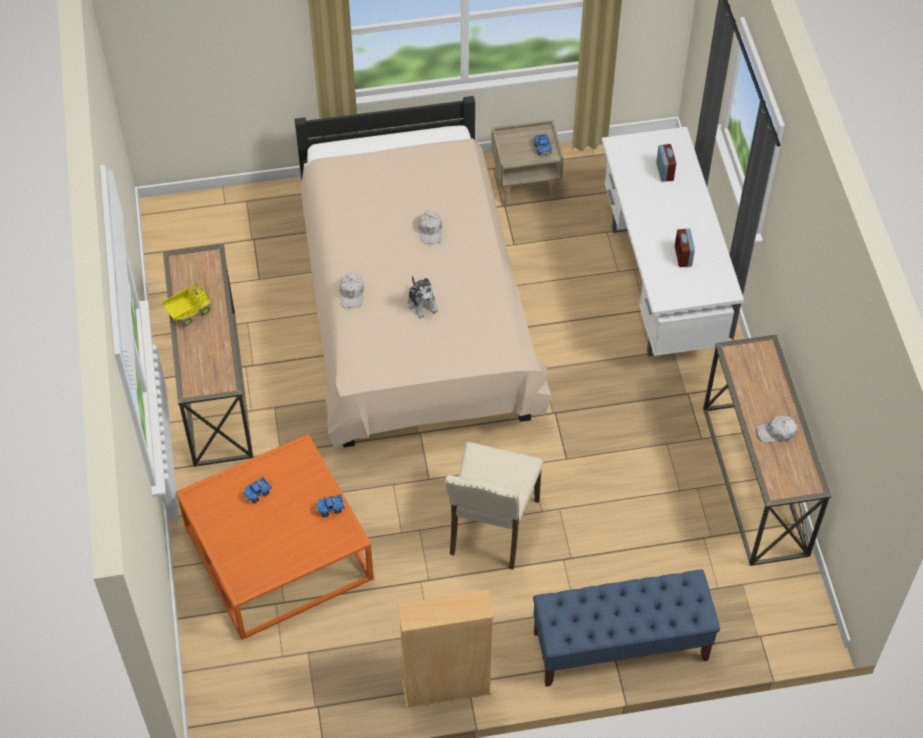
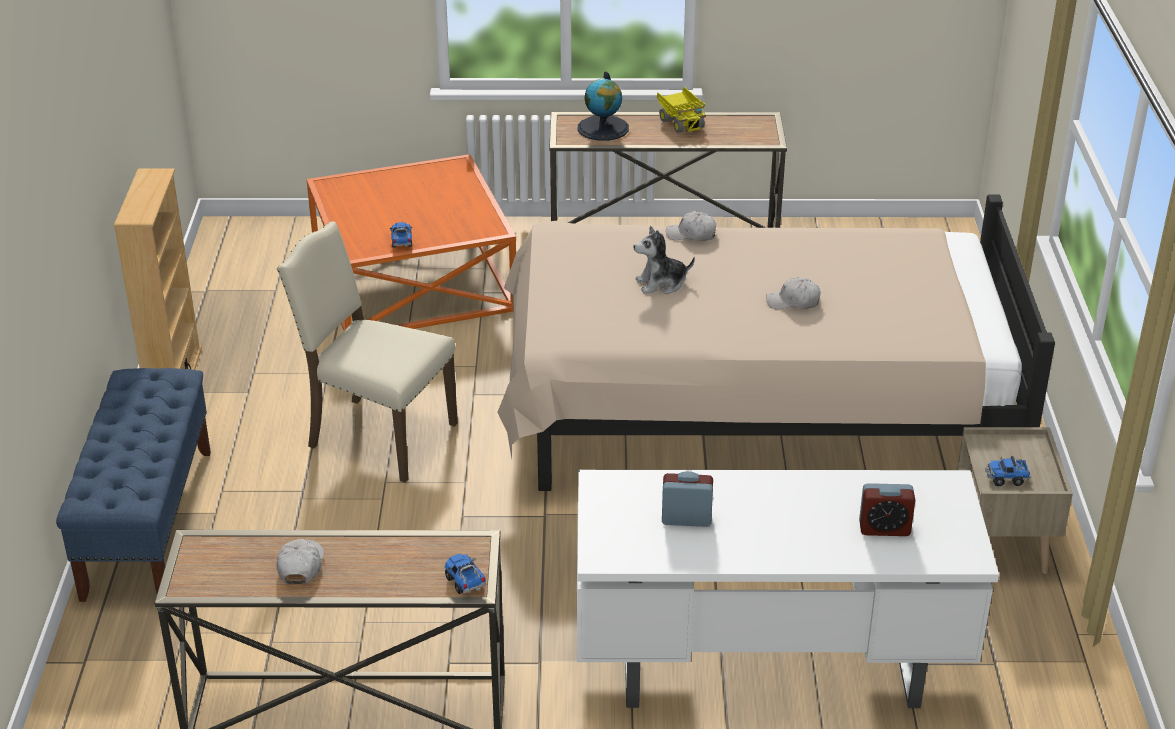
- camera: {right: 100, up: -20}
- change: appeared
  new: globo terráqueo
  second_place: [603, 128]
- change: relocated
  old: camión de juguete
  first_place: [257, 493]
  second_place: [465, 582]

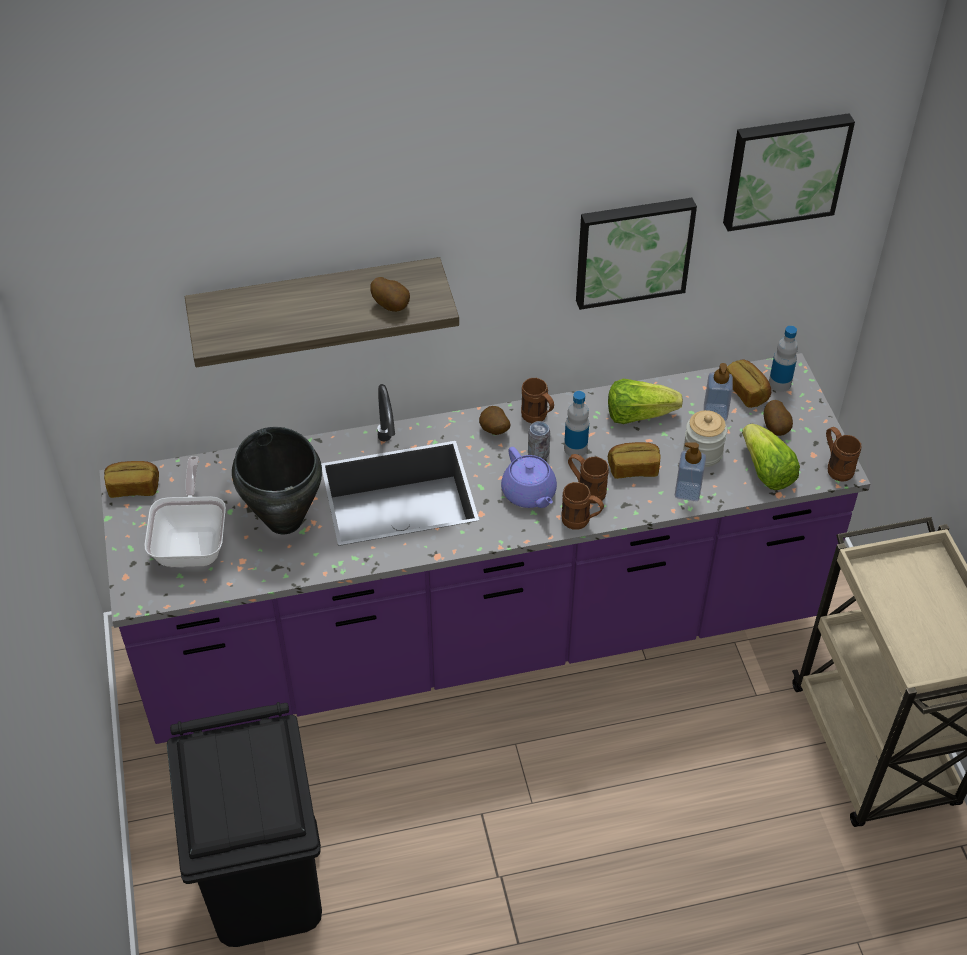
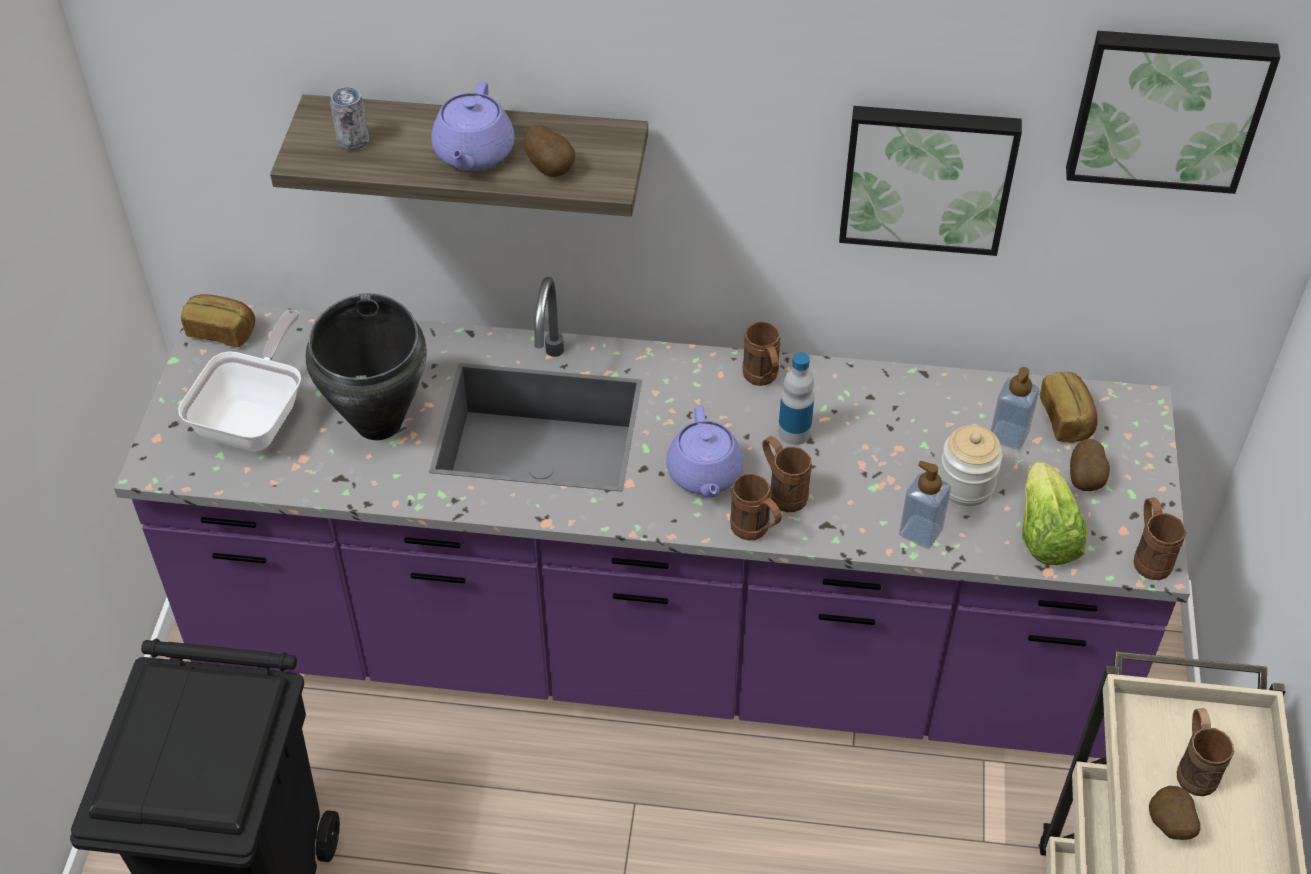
- camera: {right: 20, up: 0}
- change: missing
  old: lechuga
  first_place: [638, 414]
- change: missing
  old: pan
  first_place: [633, 468]
- change: missing
  old: botella
  first_place: [779, 383]
- change: appeared
  new: tetera (morado)
  second_place: [473, 154]
- change: appeared
  new: taza grande (marrón)
  second_place: [1194, 768]
- change: relocated
  old: patata
  first_place: [494, 431]
  second_place: [1168, 826]
- change: relocated
  old: lata
  first_place: [538, 453]
  second_place: [353, 141]

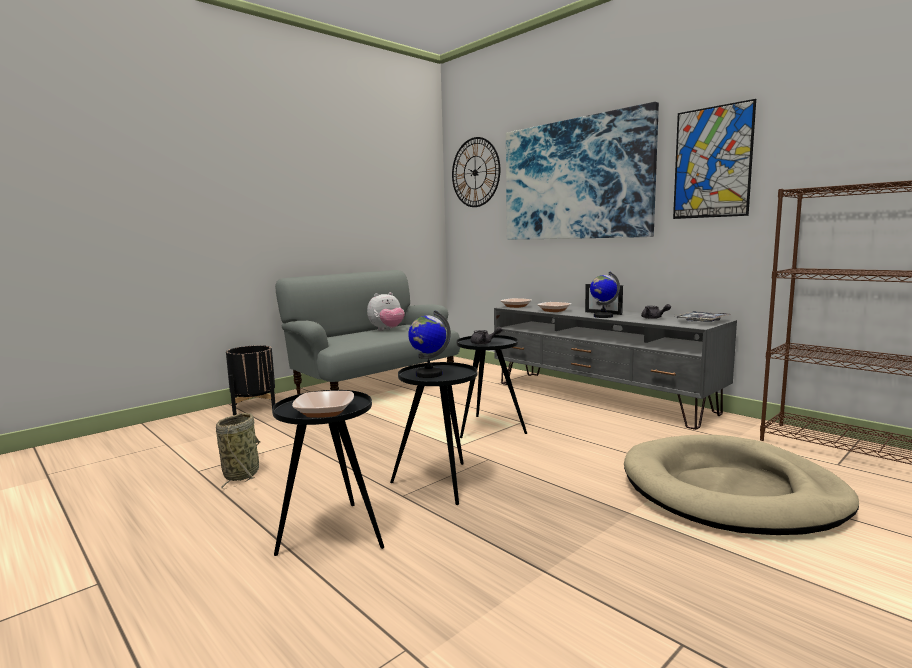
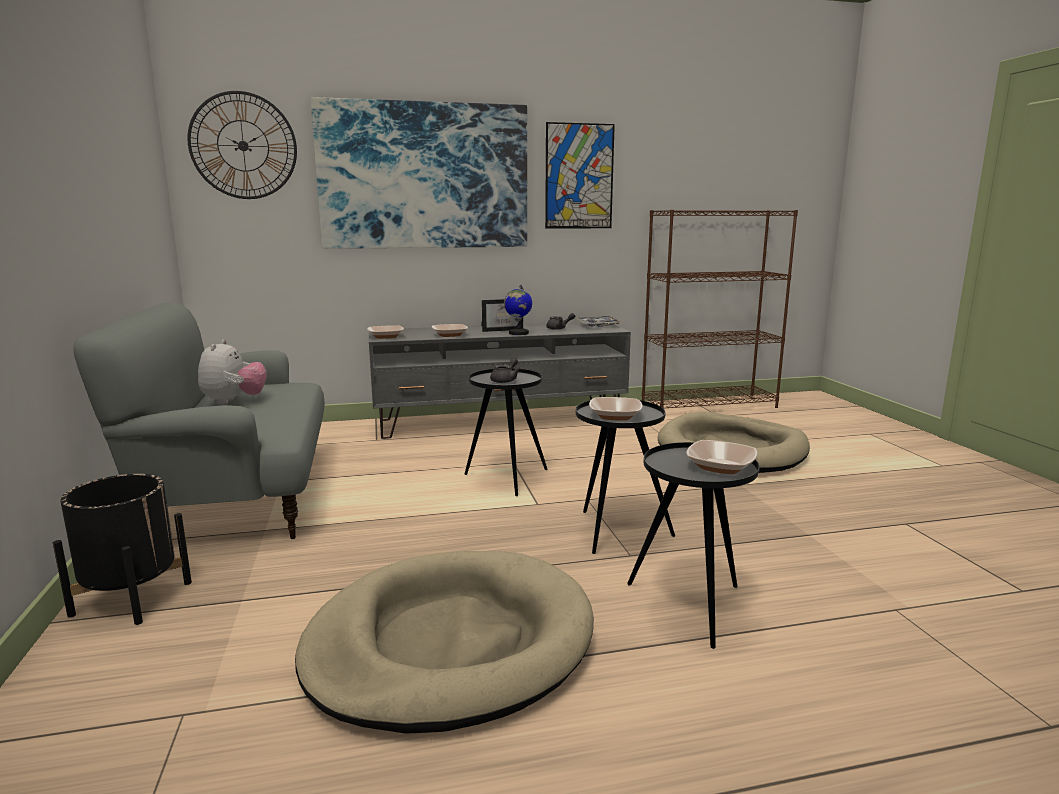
- camera: {right: -60, up: 5}
- change: exchanged
  old: cesta
  new: cama para perro (beis)
  first_place: [242, 474]
  second_place: [450, 644]
- change: exchanged
  old: globo terráqueo
  new: cuenco
  first_place: [428, 374]
  second_place: [615, 416]

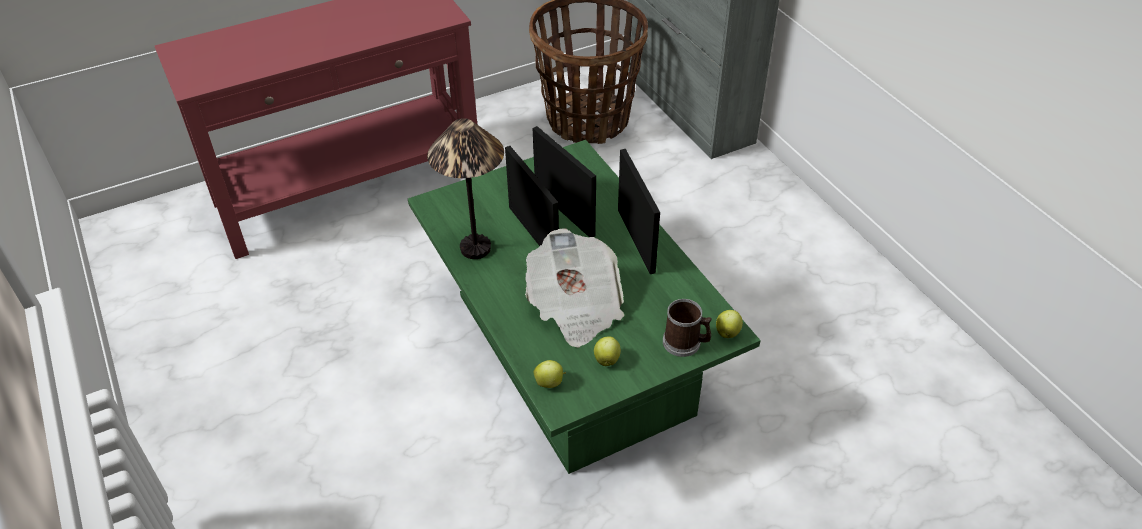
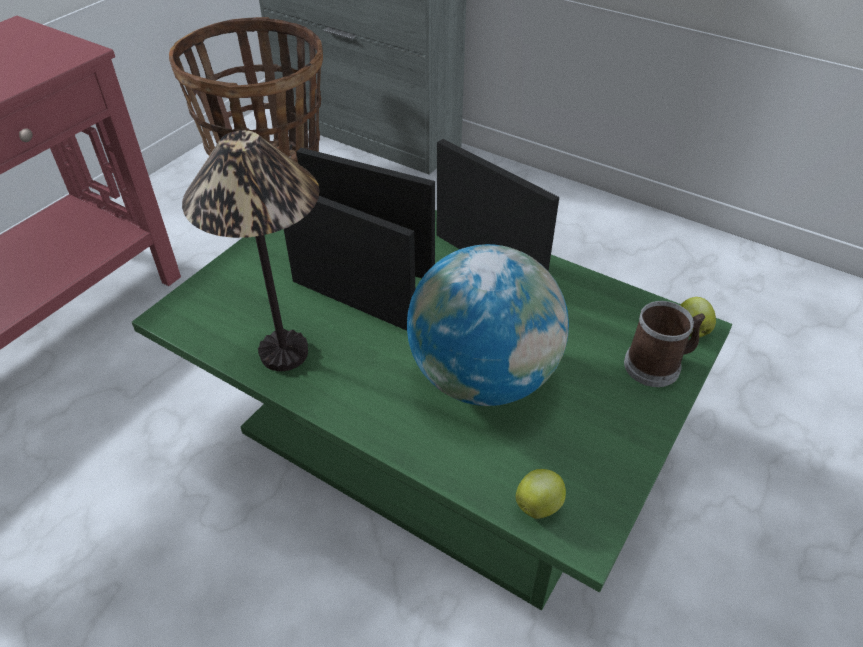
- camera: {right: -30, up: 0}
- change: missing
  old: manzana
  first_place: [606, 359]
- change: exchanged
  old: periódico
  new: globo terráqueo
  first_place: [575, 307]
  second_place: [483, 377]

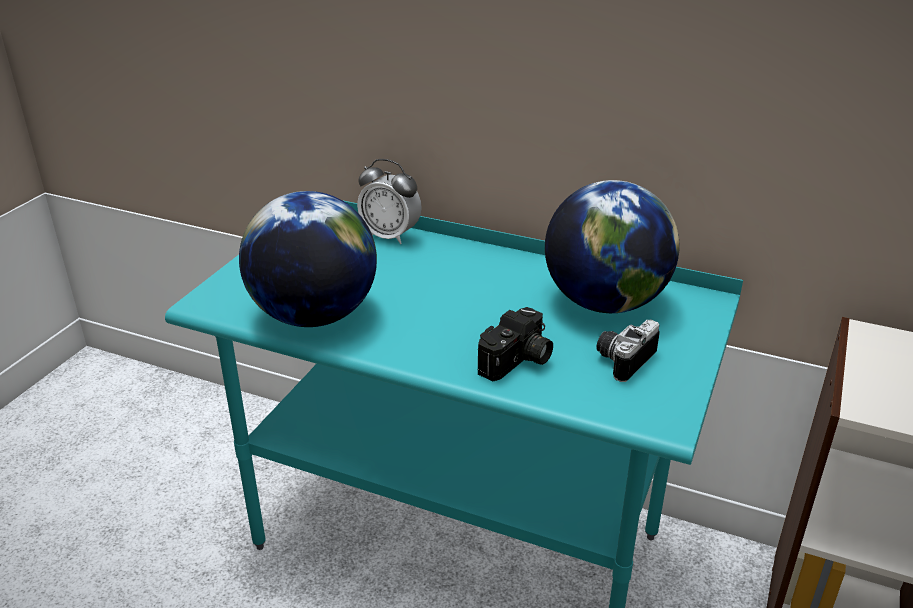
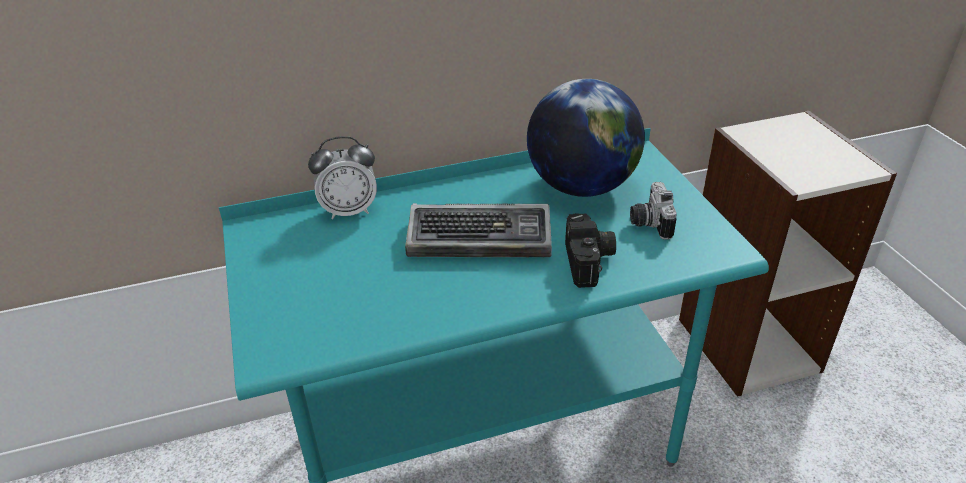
- camera: {right: -40, up: 5}
- change: missing
  old: globo terráqueo
  first_place: [314, 316]
- change: appeared
  new: teclado
  second_place: [481, 238]

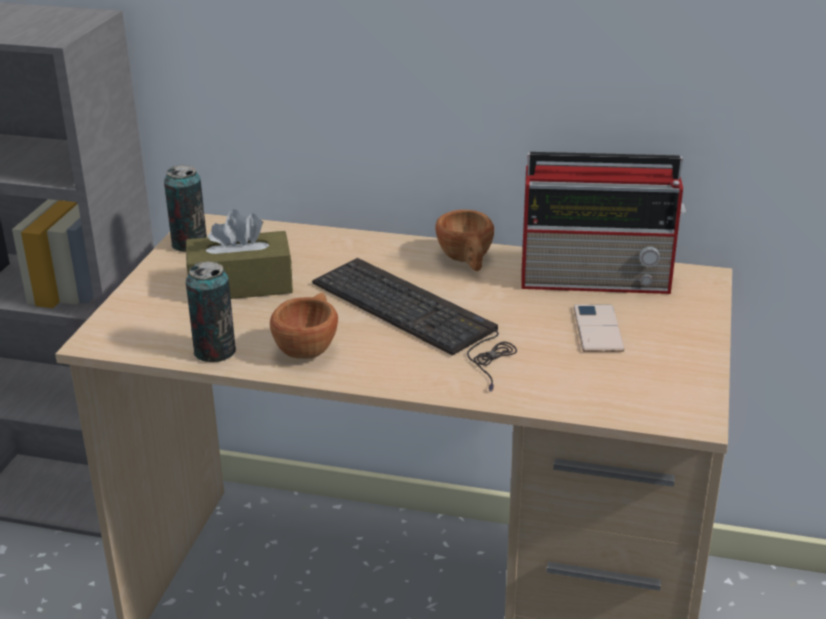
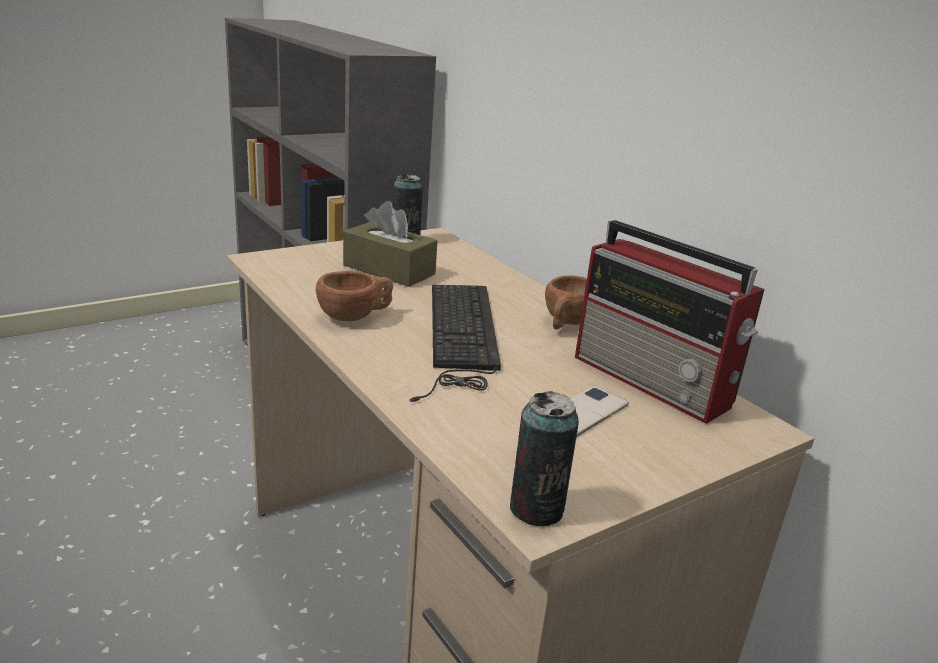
- camera: {right: 40, up: -5}
- change: relocated
  old: lata
  first_place: [214, 352]
  second_place: [536, 509]

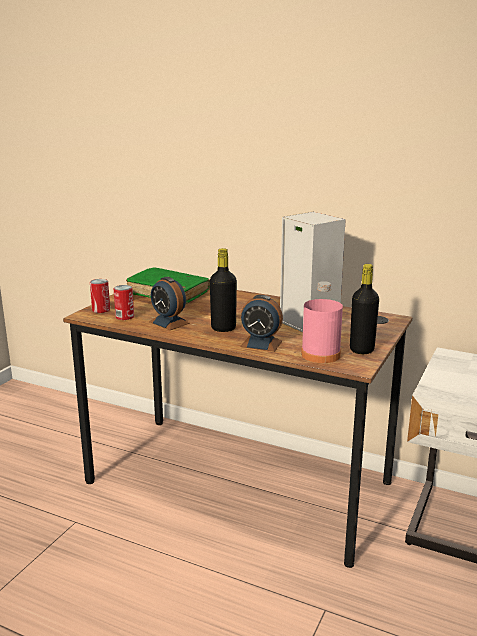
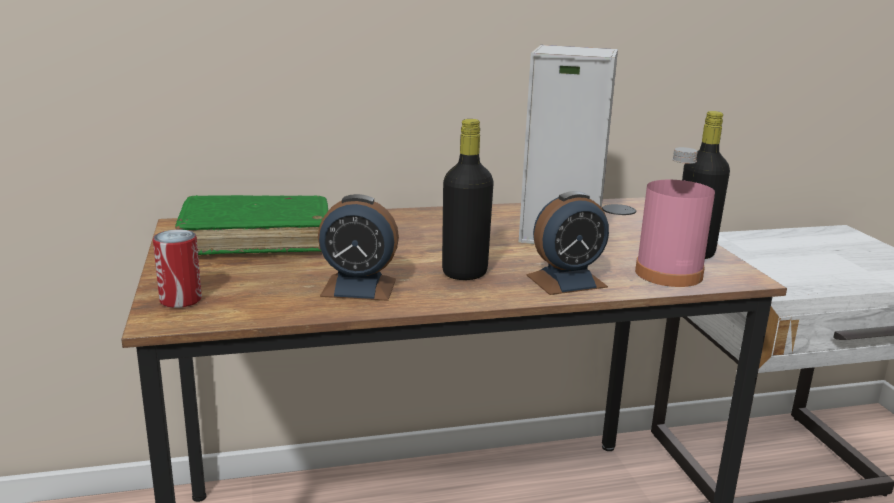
- camera: {right: -40, up: 0}
- change: missing
  old: lata
  first_place: [124, 317]

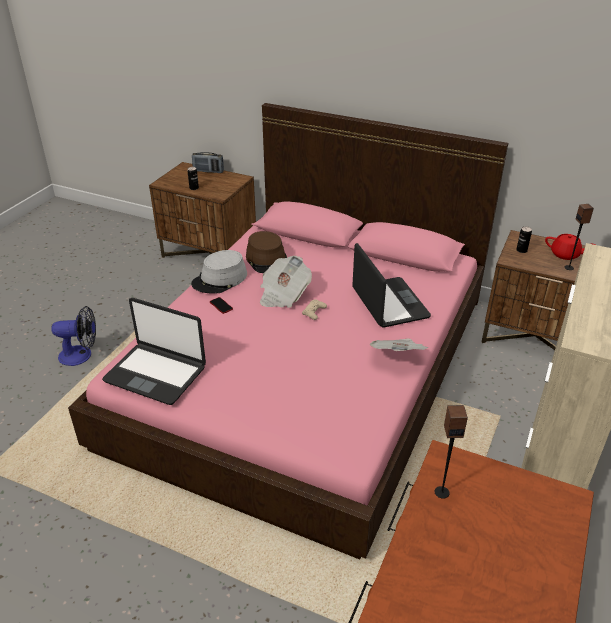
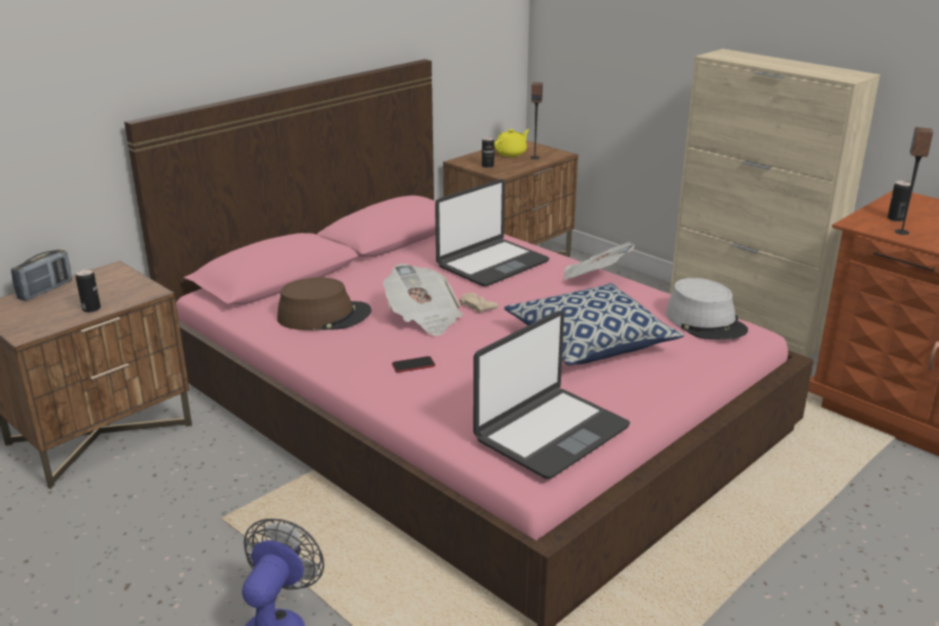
- camera: {right: -70, up: -10}
- change: appeared
  new: cojín
  second_place: [590, 342]
- change: appeared
  new: lata
  second_place: [896, 219]
- change: relocated
  old: sombrero (gris)
  first_place: [220, 279]
  second_place: [706, 322]
- change: colour
  old: tetera (rojo)
  new: tetera (amarillo)
  first_place: [565, 255]
  second_place: [511, 153]
- change: spun
  old: portátil
  first_place: [389, 303]
  second_place: [491, 264]
  degrees: 135

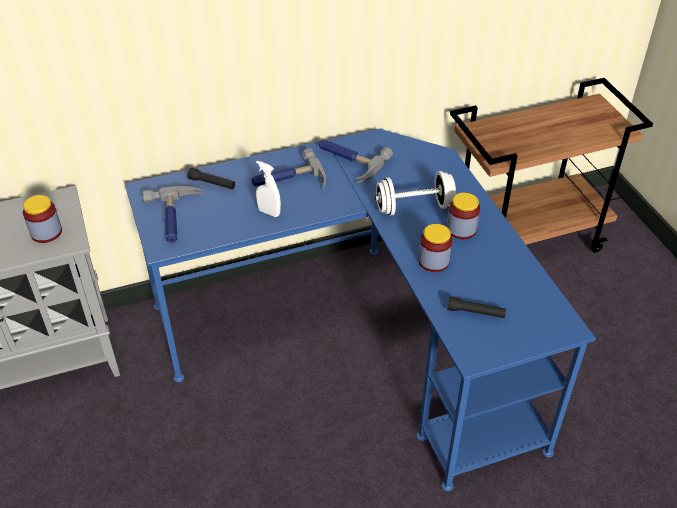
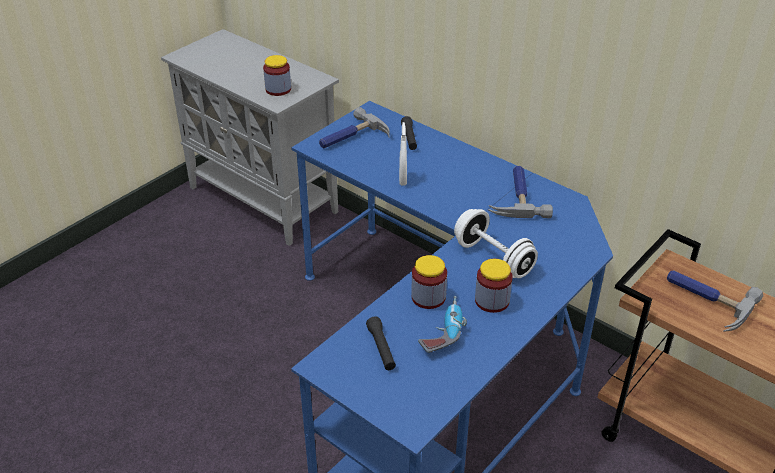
- camera: {right: 60, up: -5}
- change: appeared
  new: taladro
  second_place: [443, 331]
- change: relocated
  old: martillo
  first_place: [288, 180]
  second_place: [706, 300]

